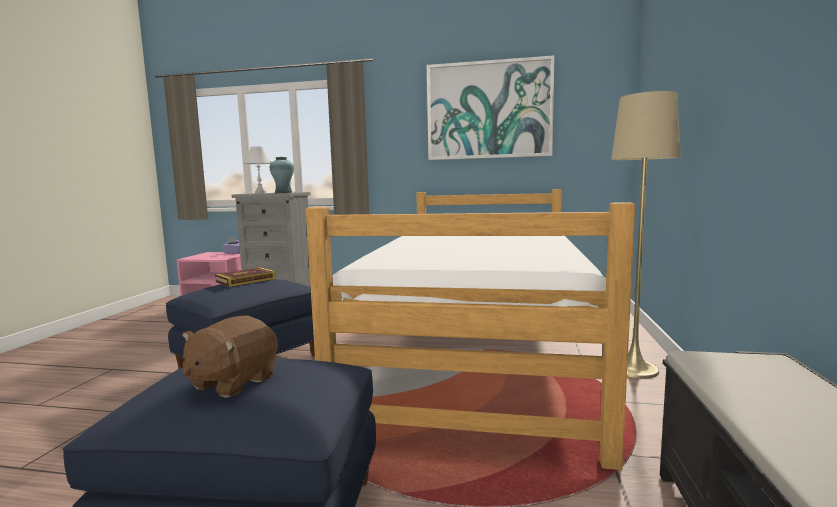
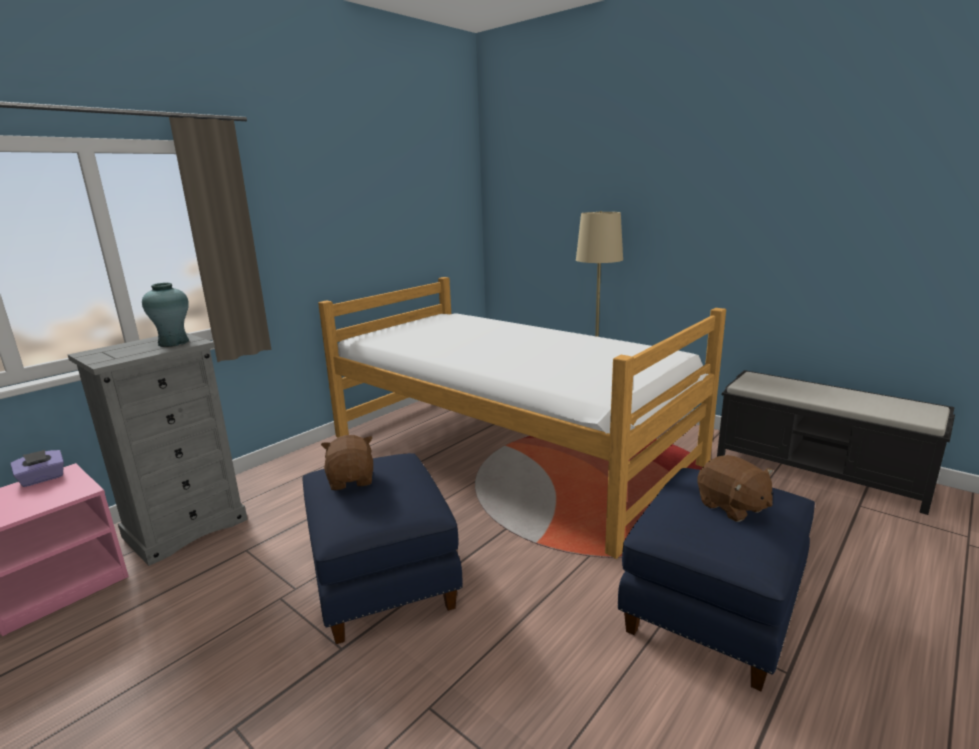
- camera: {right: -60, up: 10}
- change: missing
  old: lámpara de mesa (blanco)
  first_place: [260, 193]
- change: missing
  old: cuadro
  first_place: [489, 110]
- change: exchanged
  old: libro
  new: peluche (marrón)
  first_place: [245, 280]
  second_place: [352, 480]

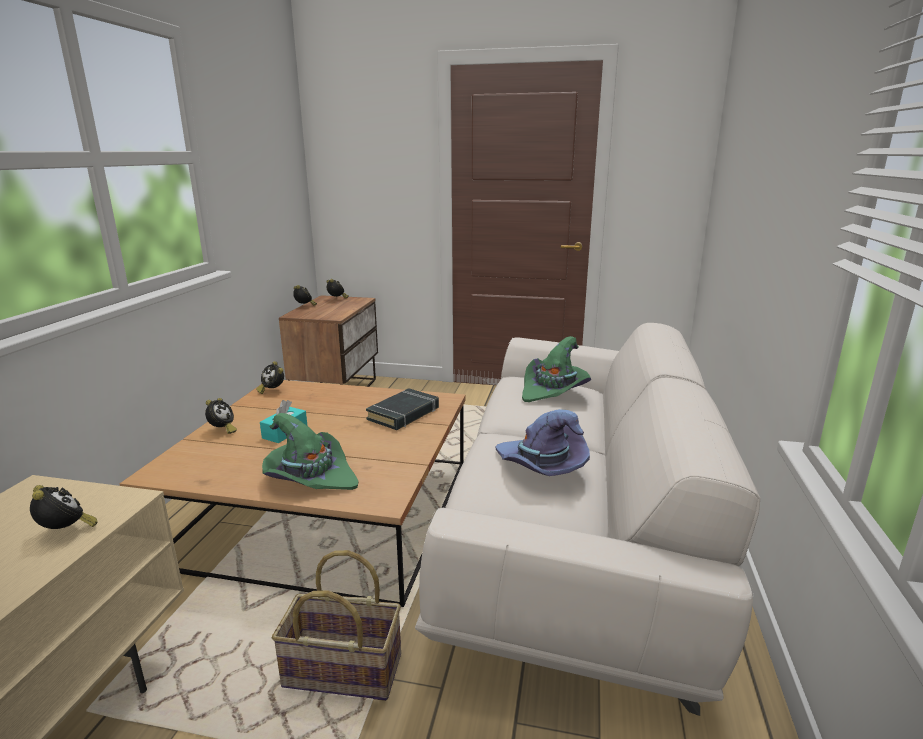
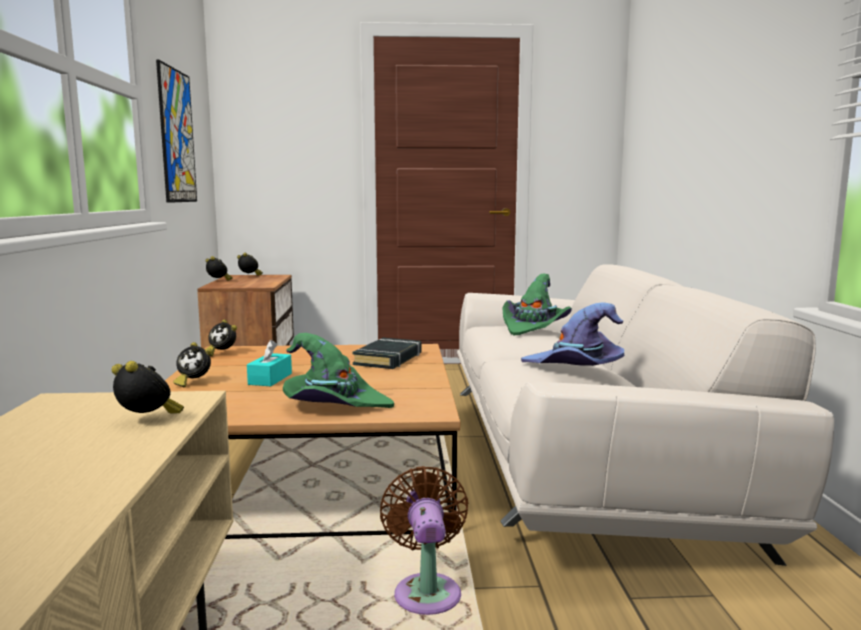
- camera: {right: -15, up: -10}
- change: appeared
  new: cuadro
  second_place: [177, 136]
- change: exchanged
  old: cesta
  new: ventilador (marrón)
  first_place: [341, 672]
  second_place: [427, 591]
- change: spun
  old: despertador
  first_place: [222, 430]
  second_place: [193, 383]
  degrees: 105

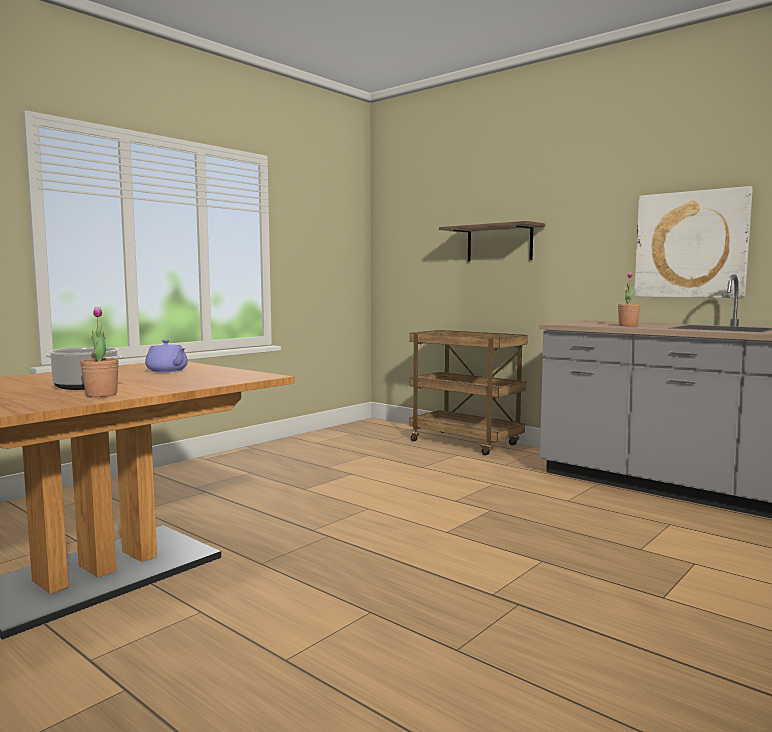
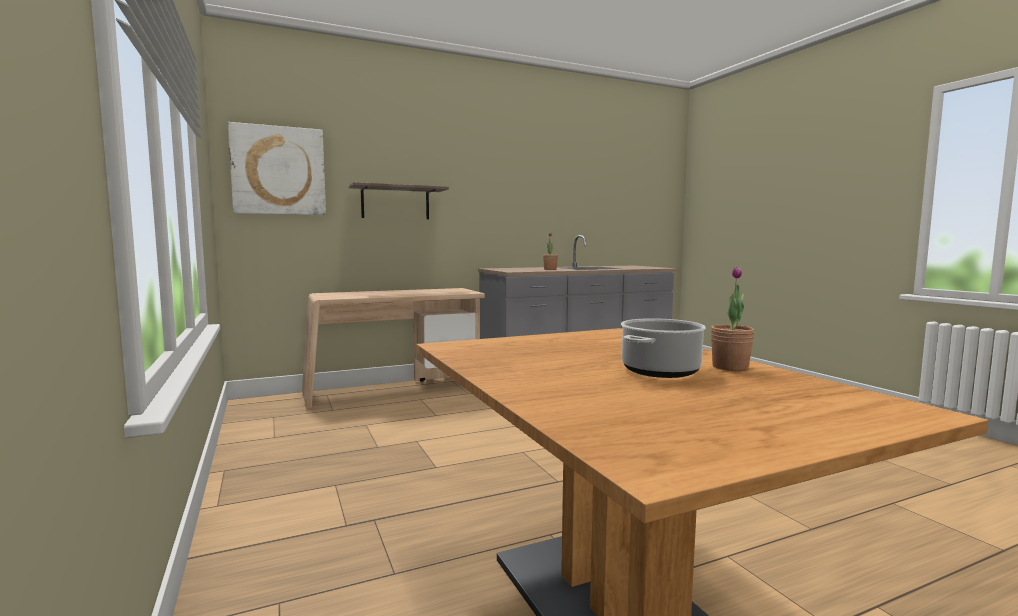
- camera: {right: -65, up: 0}
- change: missing
  old: tetera (morado)
  first_place: [167, 371]
- change: relocated
  old: cuadro
  first_place: [691, 245]
  second_place: [278, 171]
- change: exchanged
  old: carrito (marrón)
  new: escritorio (beis)
  first_place: [466, 443]
  second_place: [394, 390]

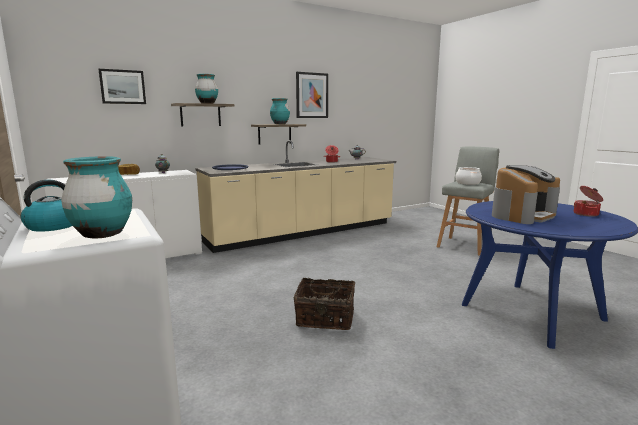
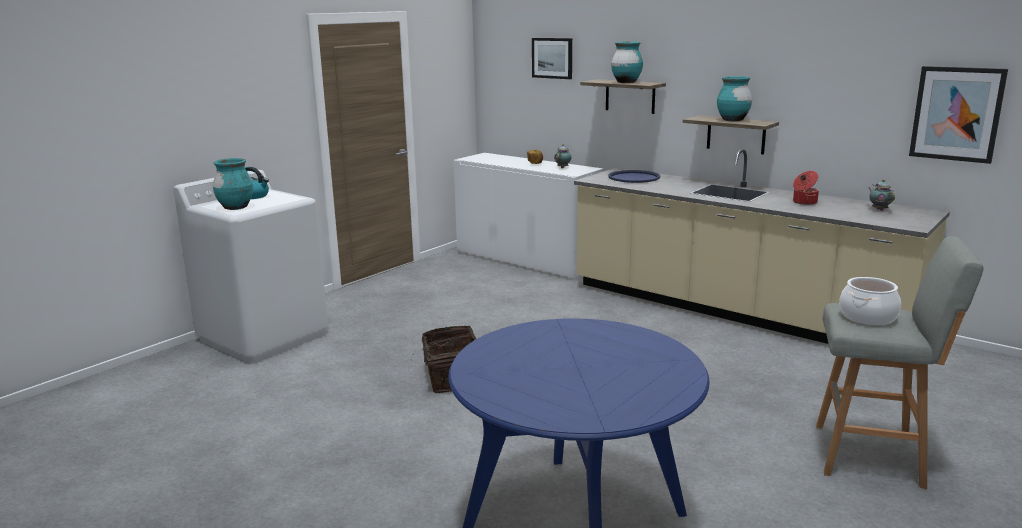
- camera: {right: 70, up: 5}
- change: missing
  old: cafetera
  first_place: [522, 215]
- change: missing
  old: olla
  first_place: [586, 214]
- change: relocated
  old: cuadro
  first_place: [312, 95]
  second_place: [956, 114]

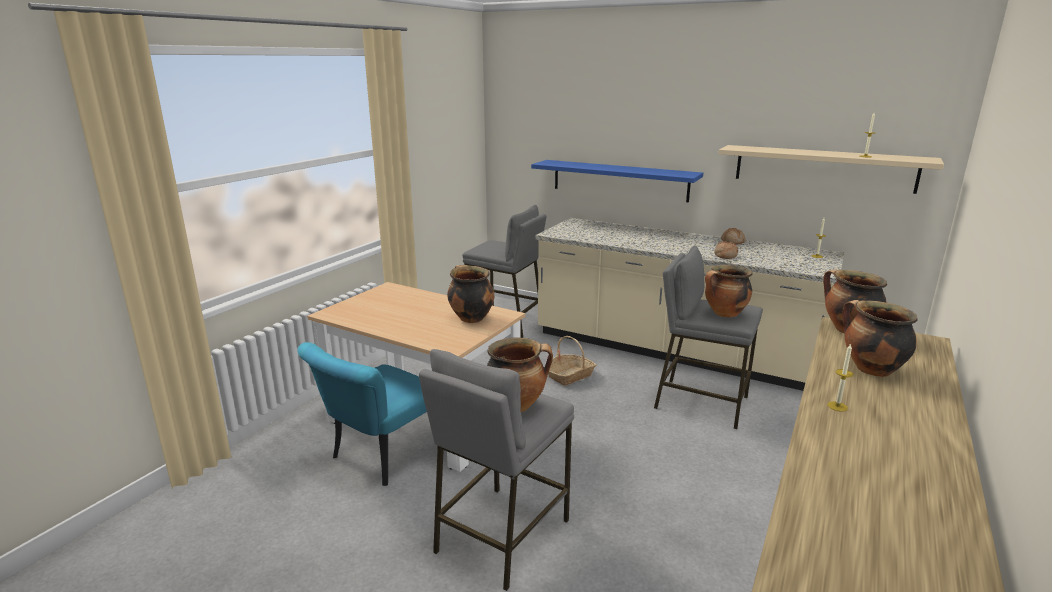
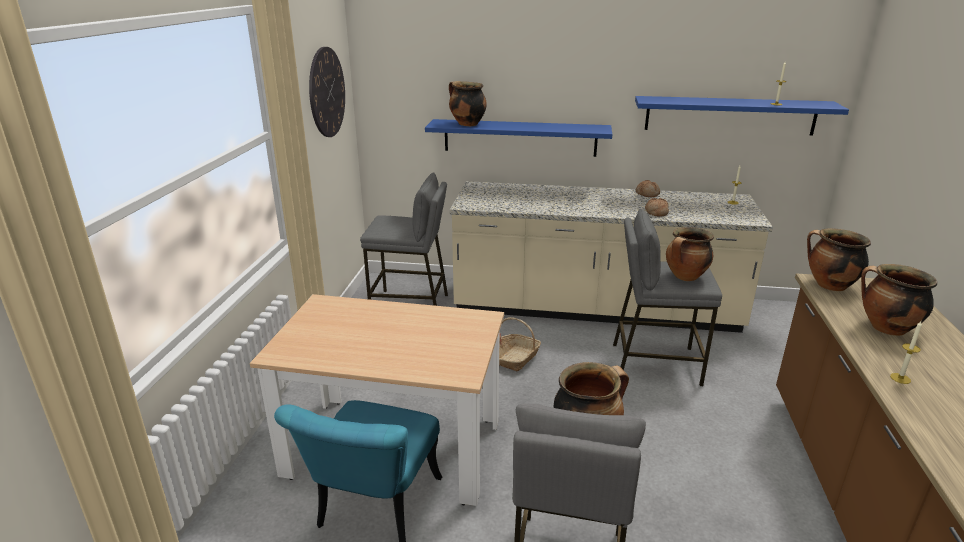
- camera: {right: -20, up: 5}
- change: appeared
  new: reloj de pared
  second_place: [327, 92]
- change: relocated
  old: olla
  first_place: [470, 318]
  second_place: [466, 124]
- change: colour
  old: estante (beis)
  new: estante (azul)
  first_place: [823, 168]
  second_place: [729, 115]

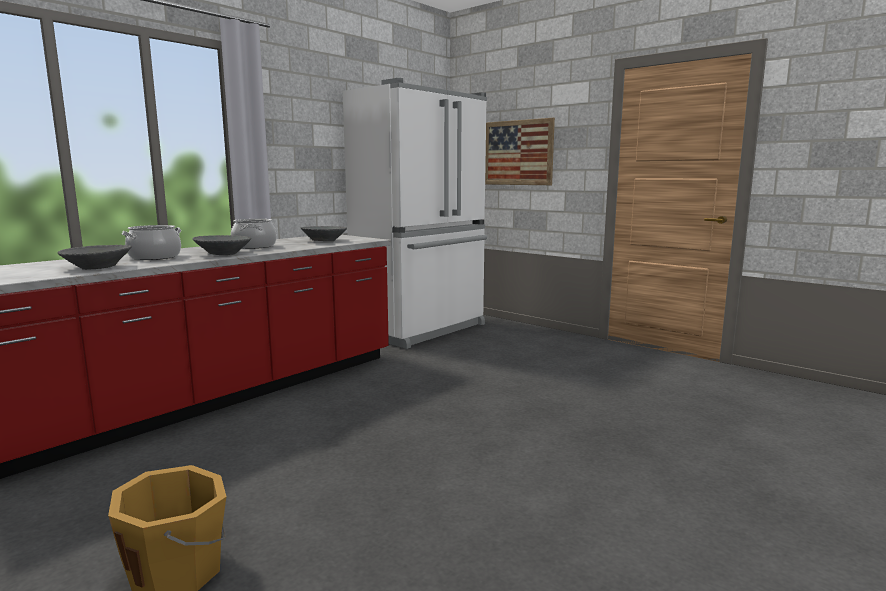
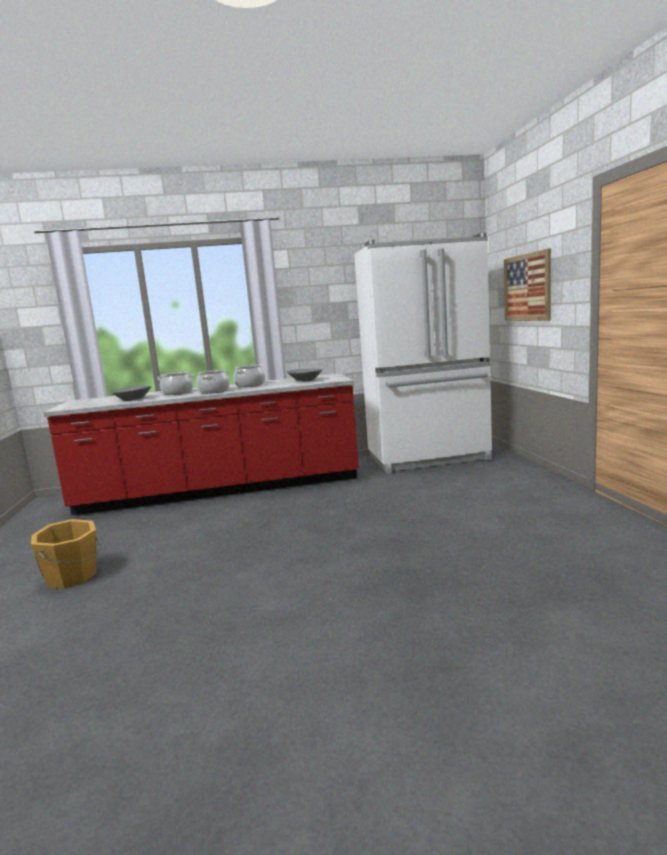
- camera: {right: 40, up: 0}
- change: exchanged
  old: cuenco (gris)
  new: olla
  first_place: [223, 254]
  second_place: [214, 391]

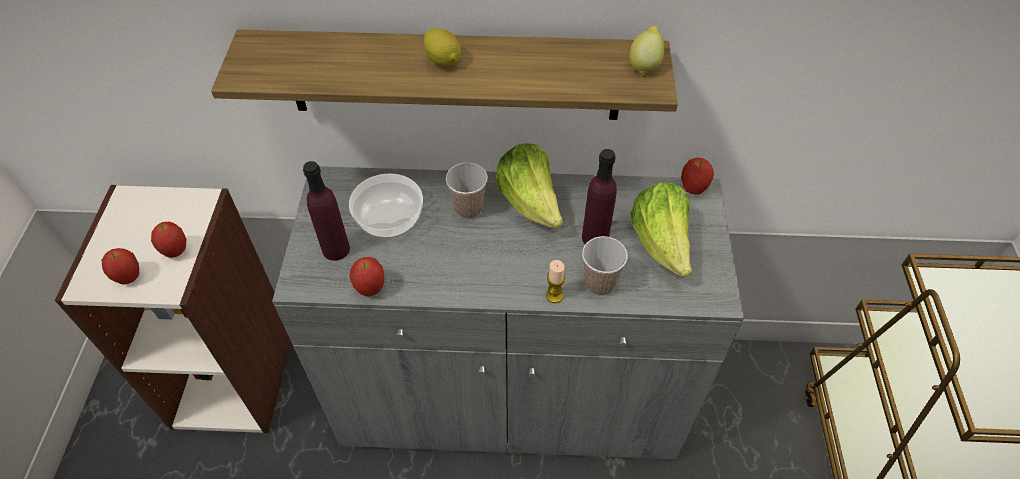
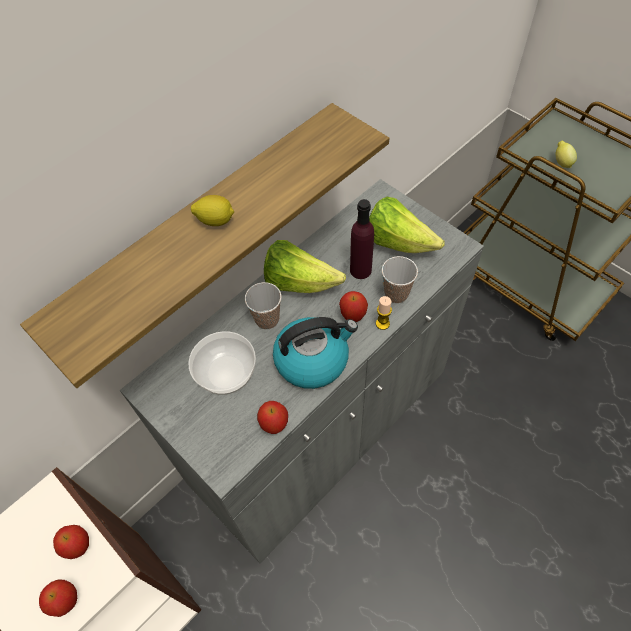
- camera: {right: -45, up: 5}
- change: missing
  old: botella (morado)
  first_place: [336, 249]
- change: appeared
  new: hervidor
  second_place: [313, 359]
- change: relocated
  old: limón
  first_place: [644, 65]
  second_place: [561, 162]
- change: relocated
  old: manzana
  first_place: [693, 189]
  second_place: [353, 316]

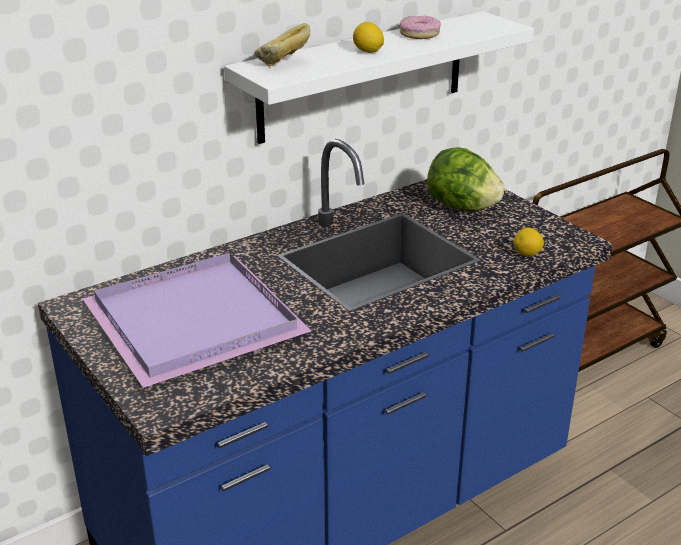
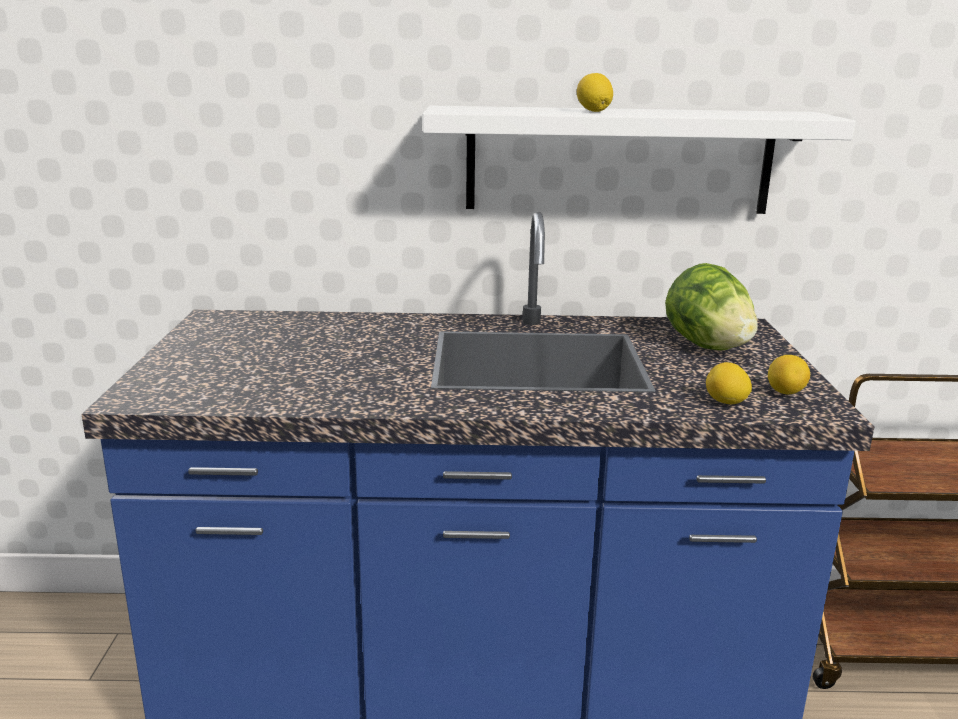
- camera: {right: 35, up: -10}
- change: missing
  old: bandeja (morado)
  first_place: [196, 319]
- change: missing
  old: pan
  first_place: [284, 64]
- change: missing
  old: rosquilla
  first_place: [419, 34]
- change: appeared
  new: limón
  second_place: [785, 393]

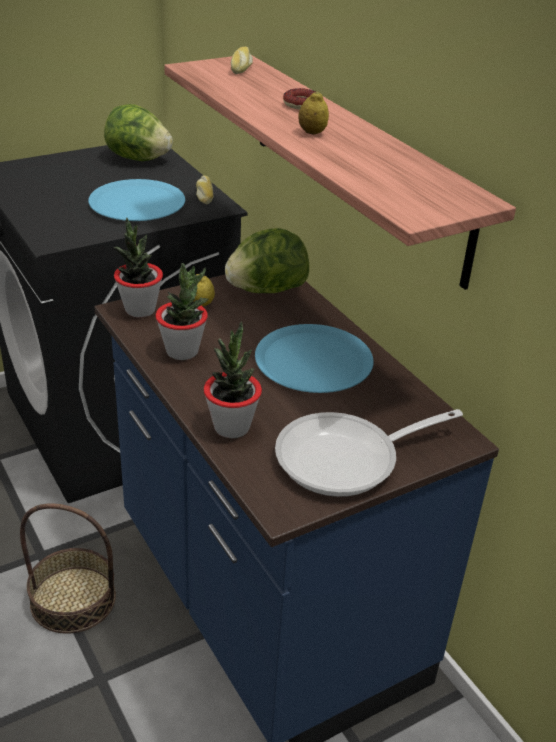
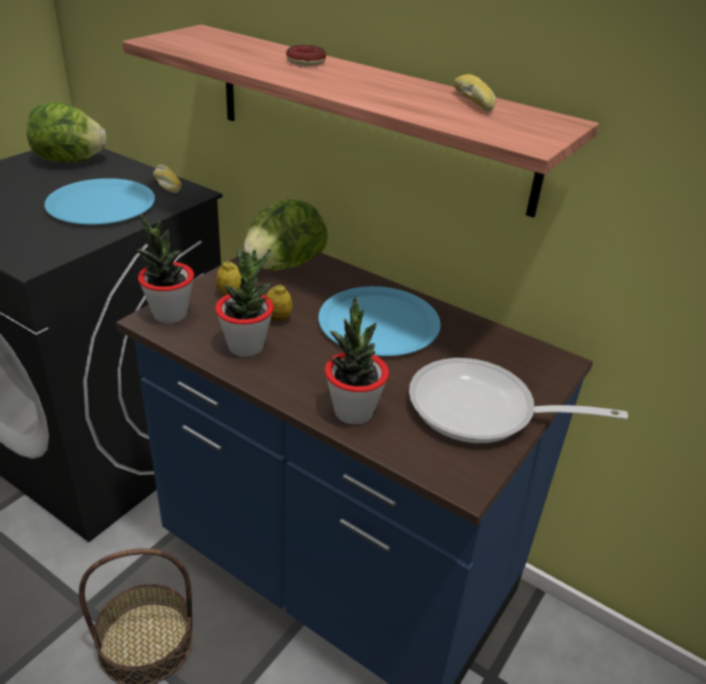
- camera: {right: -25, up: 0}
- change: relocated
  old: pan
  first_place: [242, 67]
  second_place: [475, 101]
- change: relocated
  old: limón
  first_place: [312, 133]
  second_place: [277, 319]
- change: spun
  old: sartén
  first_place: [347, 459]
  second_place: [482, 411]
  degrees: 60

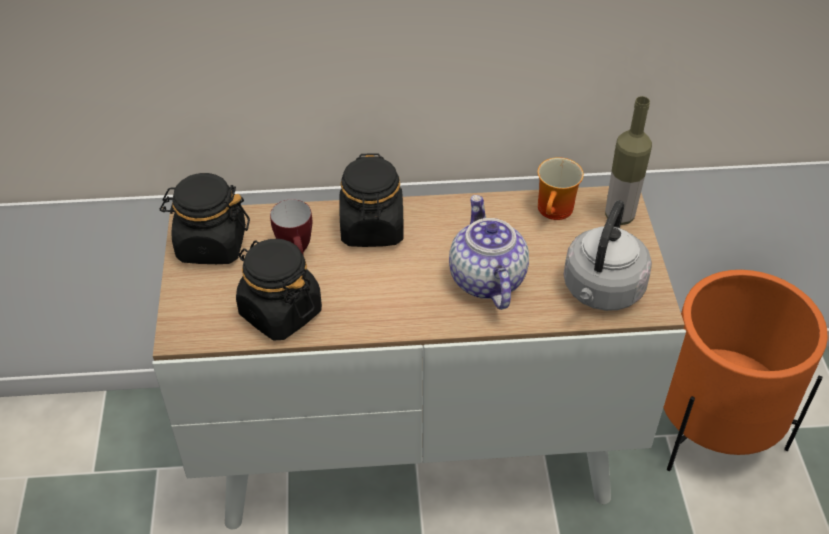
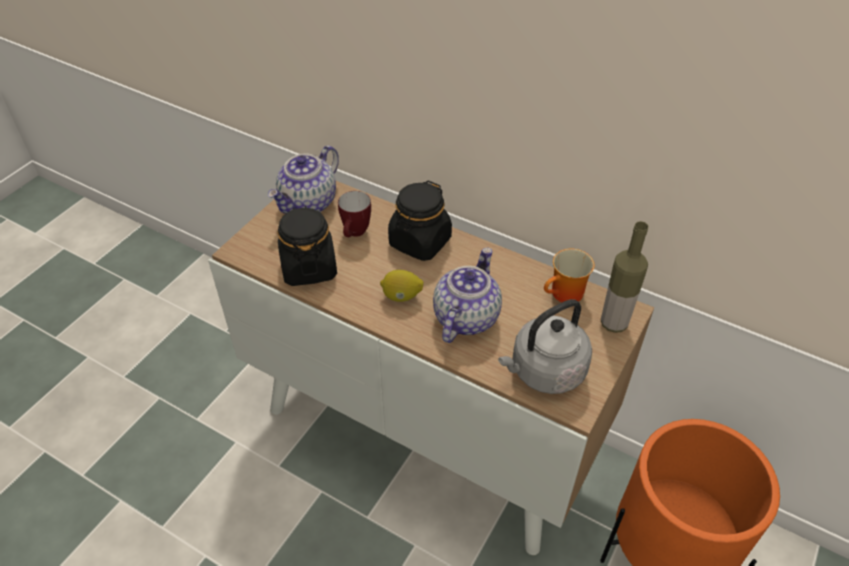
- camera: {right: 35, up: 0}
- change: appeared
  new: limón
  second_place: [401, 296]
- change: exchanged
  old: tarro (negro)
  new: tetera
  first_place: [211, 245]
  second_place: [309, 203]

